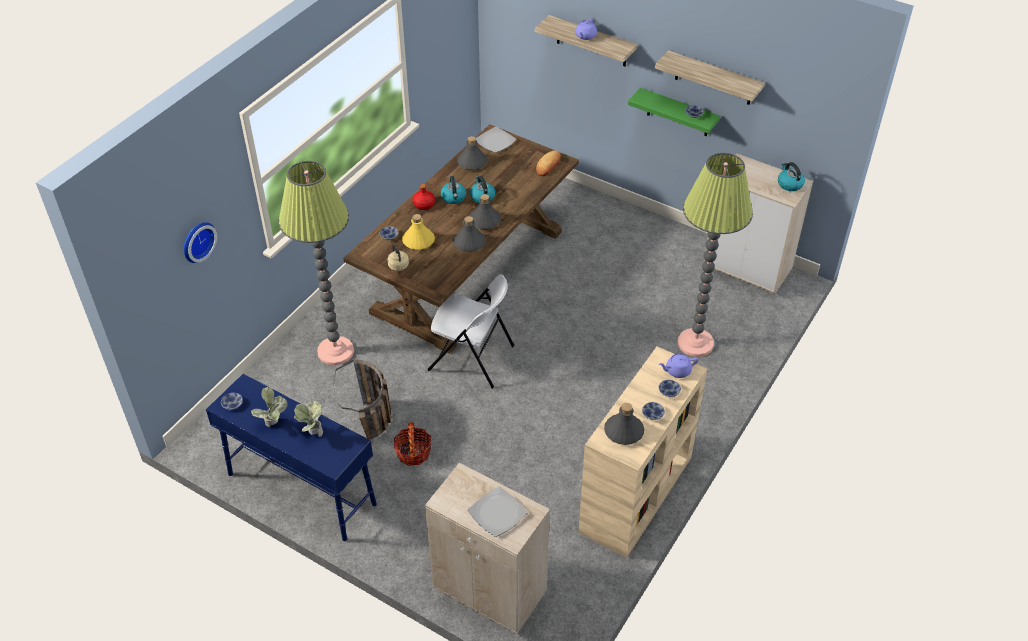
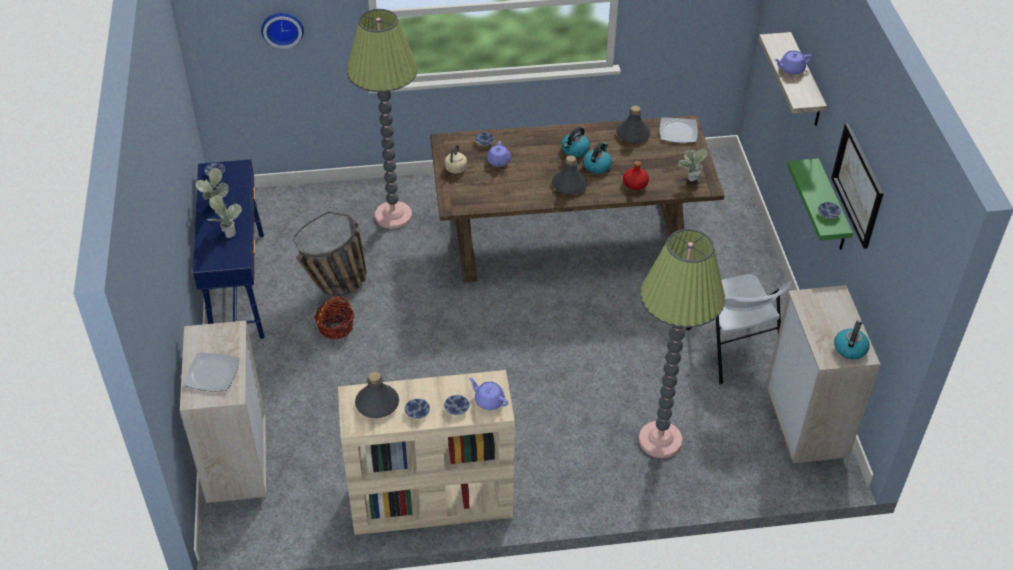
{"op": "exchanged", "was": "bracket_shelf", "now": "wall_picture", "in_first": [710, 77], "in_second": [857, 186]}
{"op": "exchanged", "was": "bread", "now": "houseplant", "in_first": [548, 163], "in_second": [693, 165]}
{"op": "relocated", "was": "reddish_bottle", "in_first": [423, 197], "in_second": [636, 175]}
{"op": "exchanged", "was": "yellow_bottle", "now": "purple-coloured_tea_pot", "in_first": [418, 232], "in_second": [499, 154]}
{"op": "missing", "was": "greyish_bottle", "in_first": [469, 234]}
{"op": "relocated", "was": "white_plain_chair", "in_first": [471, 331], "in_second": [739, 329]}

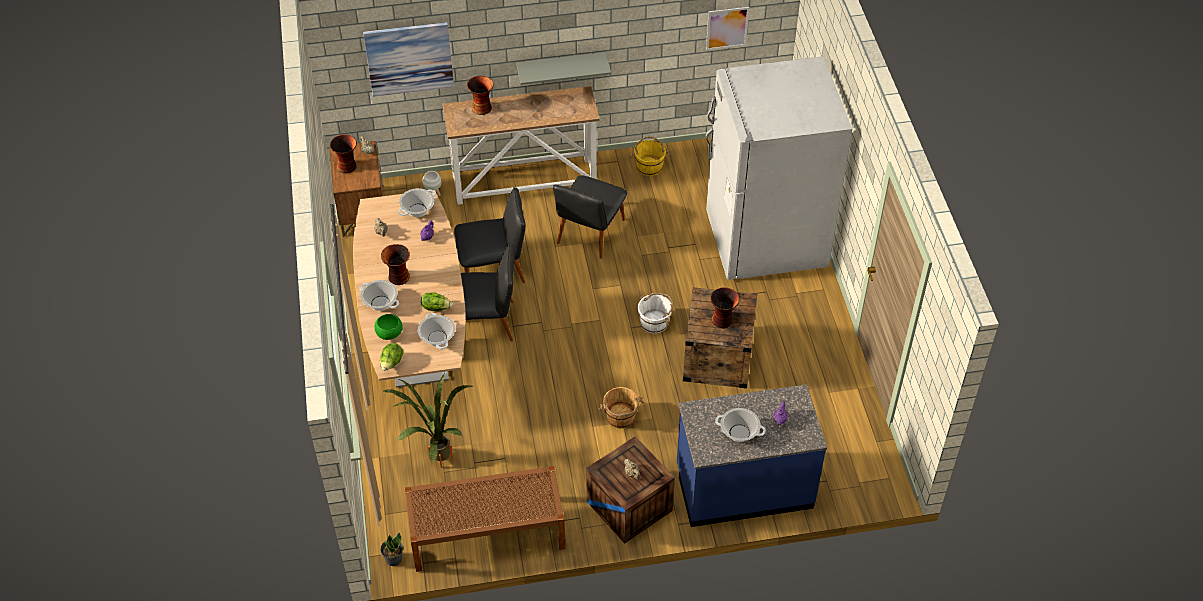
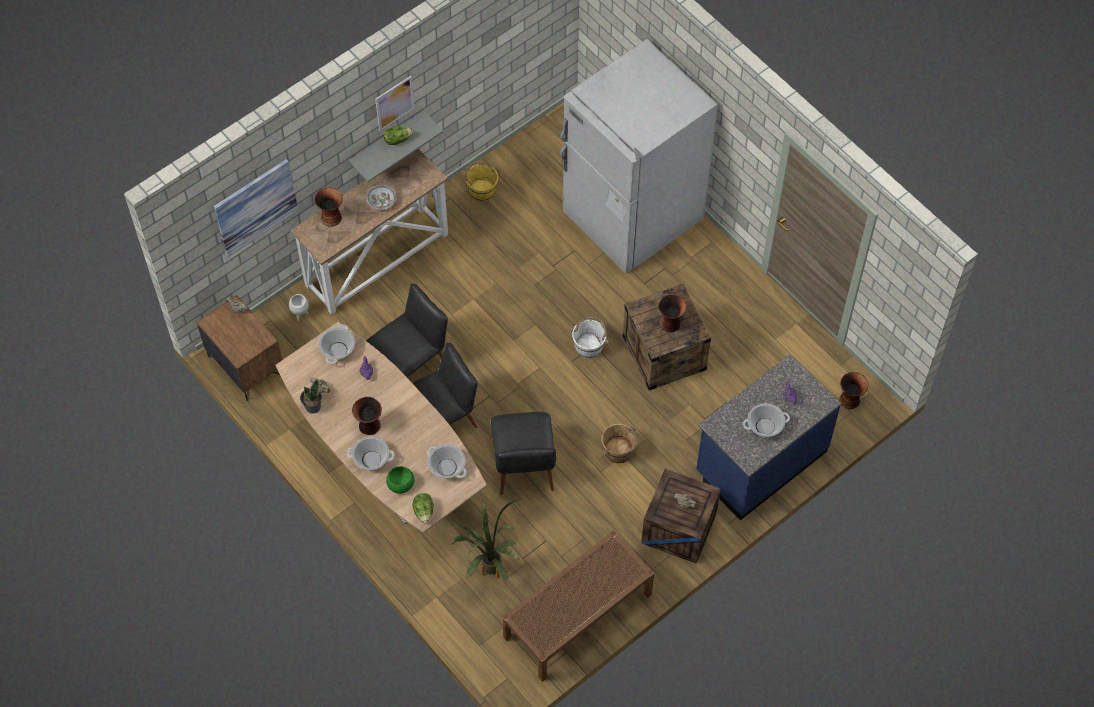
{"op": "relocated", "was": "wall_picture", "in_first": [728, 28], "in_second": [395, 103]}
{"op": "relocated", "was": "flower_vase", "in_first": [343, 153], "in_second": [853, 390]}
{"op": "relocated", "was": "black_plain_chair", "in_first": [590, 217], "in_second": [523, 453]}
{"op": "relocated", "was": "lettuce_head", "in_first": [436, 301], "in_second": [398, 135]}
{"op": "relocated", "was": "houseplant", "in_first": [391, 549], "in_second": [311, 396]}
{"op": "appeared", "now": "bowl", "in_second": [381, 197]}

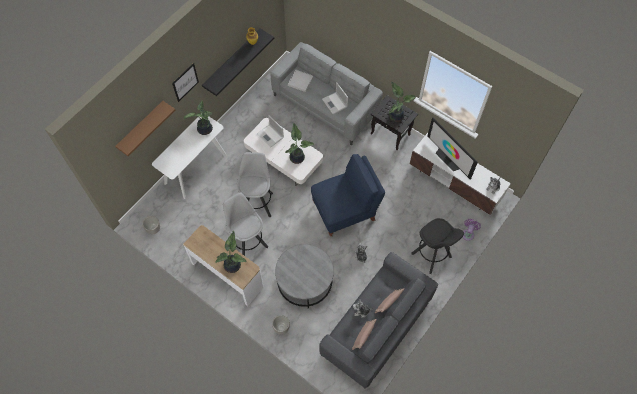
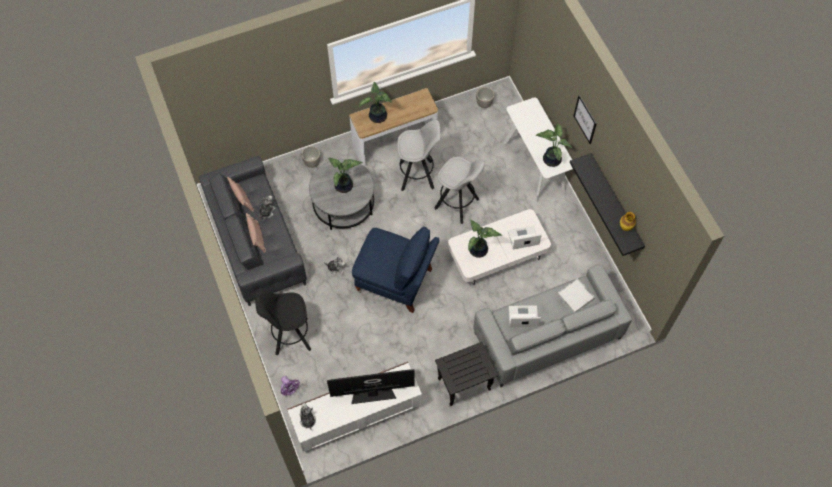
{"op": "relocated", "was": "houseplant", "in_first": [402, 102], "in_second": [345, 175]}
{"op": "missing", "was": "brown_bracket_shelf", "in_first": [145, 128]}
{"op": "spun", "was": "blue_lounge_chair", "in_first": [348, 195], "in_second": [396, 269], "clockwise": -75}

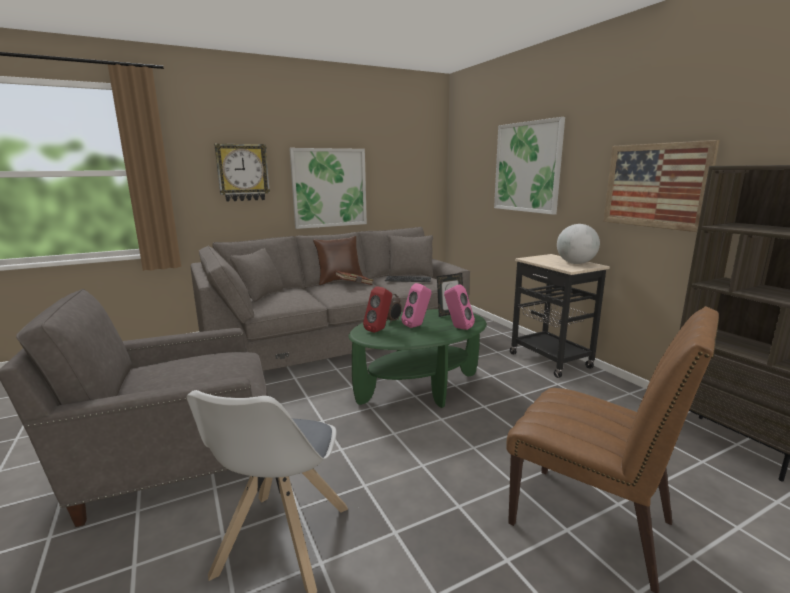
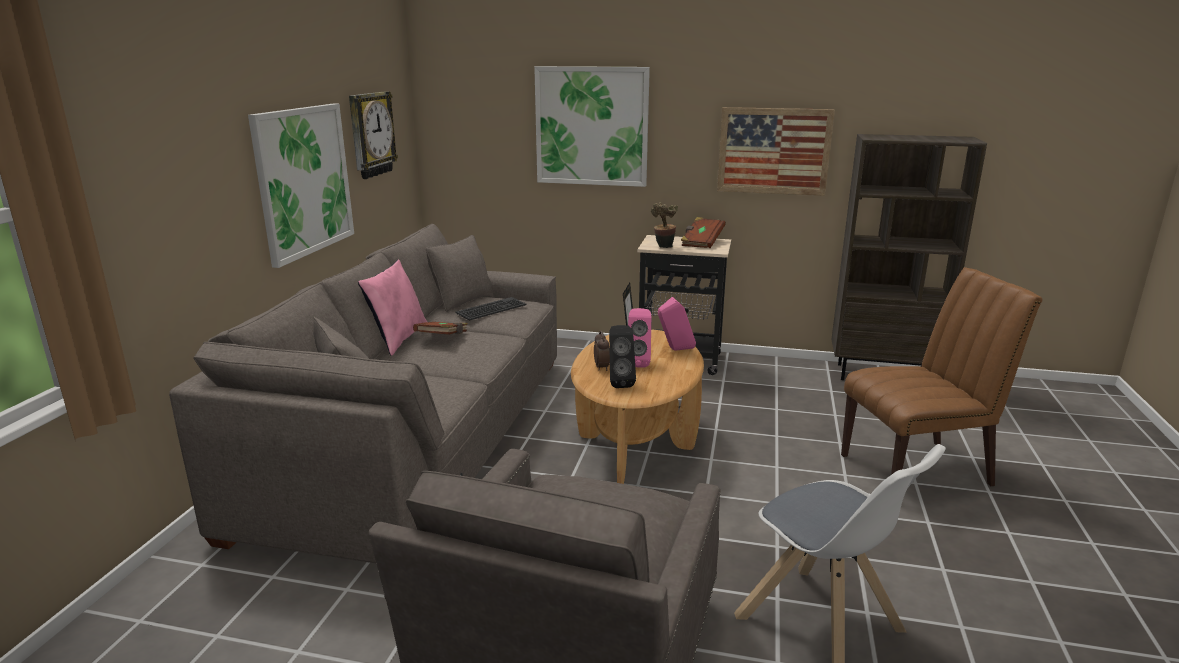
{"op": "relocated", "was": "clock_on_the_wall", "in_first": [242, 172], "in_second": [373, 135]}
{"op": "exchanged", "was": "globe", "now": "brown_bound_book", "in_first": [578, 244], "in_second": [703, 232]}
{"op": "colour", "was": "brown_cushion", "now": "pinkish_cushion", "in_first": [338, 260], "in_second": [392, 308]}
{"op": "colour", "was": "reddish_loudspeaker", "now": "black_loudspeaker", "in_first": [377, 309], "in_second": [622, 356]}
{"op": "colour", "was": "greenish_low_table", "now": "brown_low_table", "in_first": [418, 358], "in_second": [637, 406]}
{"op": "appeared", "now": "houseplant", "in_second": [664, 225]}

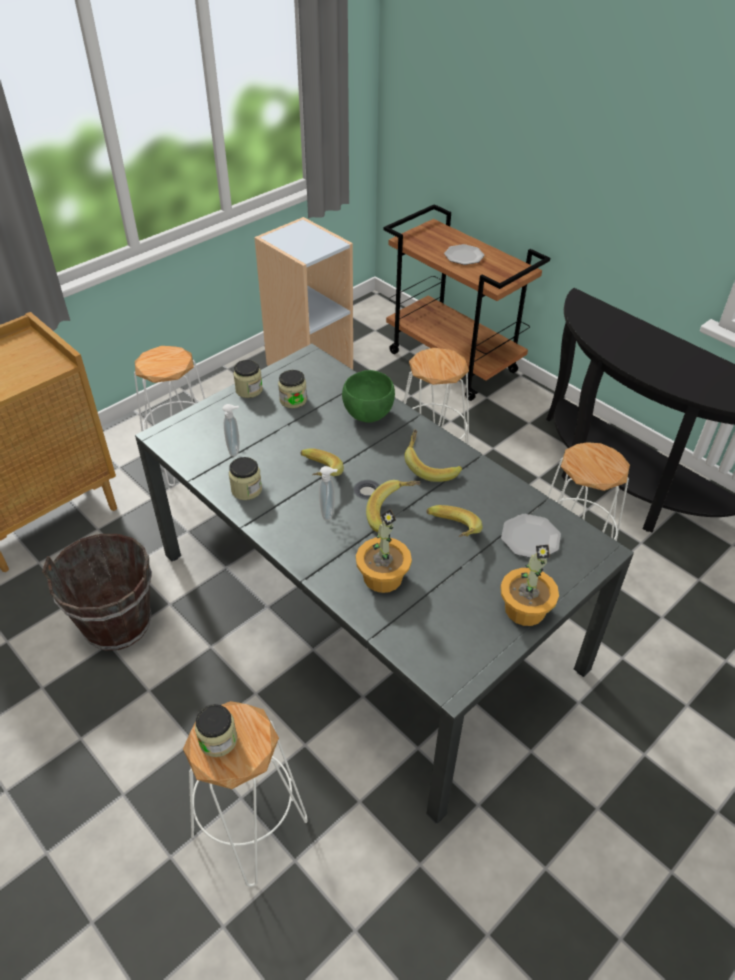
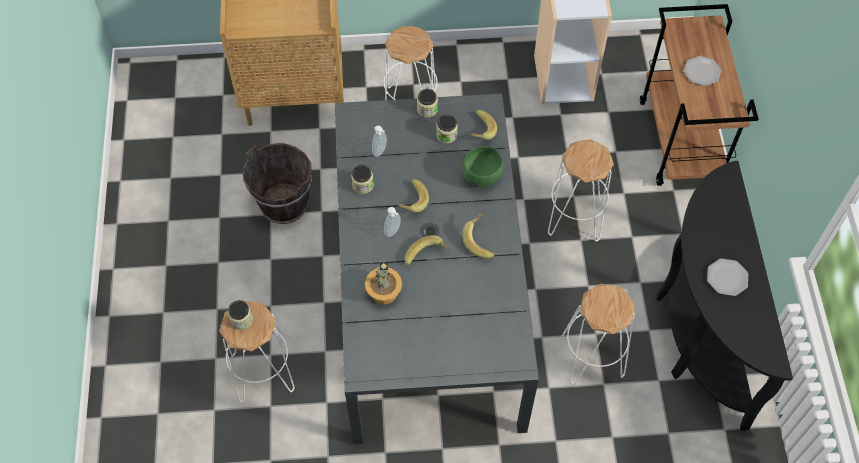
{"op": "relocated", "was": "whole_banana", "in_first": [455, 521], "in_second": [483, 125]}
{"op": "relocated", "was": "dinner_plate", "in_first": [531, 536], "in_second": [727, 277]}
{"op": "missing", "was": "houseplant", "in_first": [529, 585]}

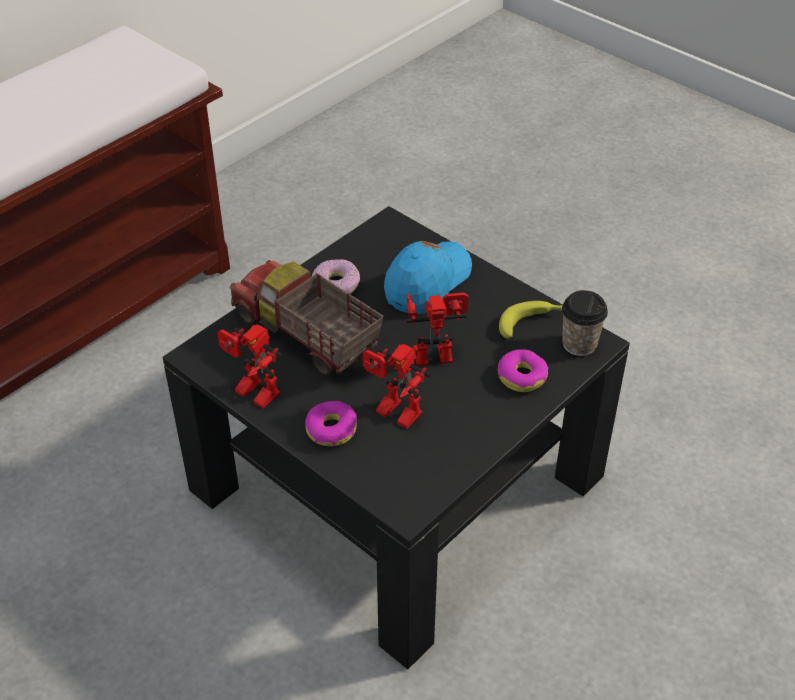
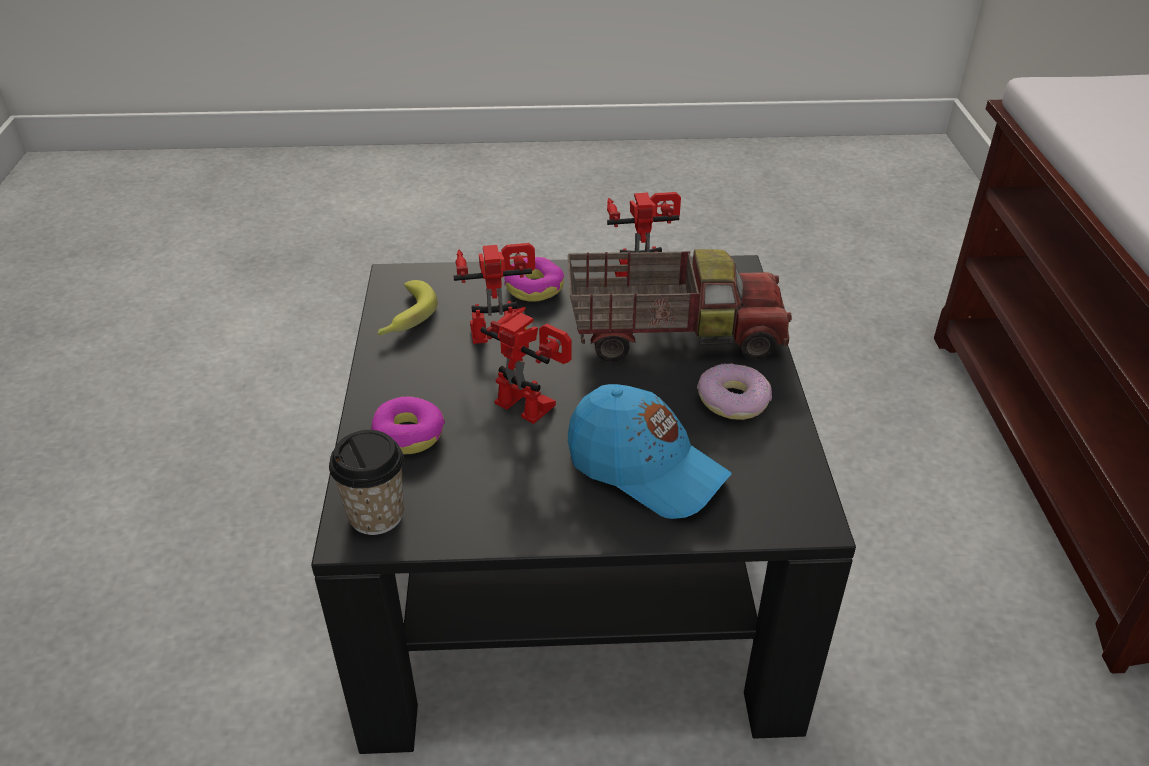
{"op": "spun", "was": "blue_cap", "in_first": [428, 278], "in_second": [649, 451], "clockwise": -45}
{"op": "spun", "was": "model_robot", "in_first": [437, 329], "in_second": [525, 365], "clockwise": -90}
{"op": "relocated", "was": "whole_banana", "in_first": [530, 319], "in_second": [408, 308]}

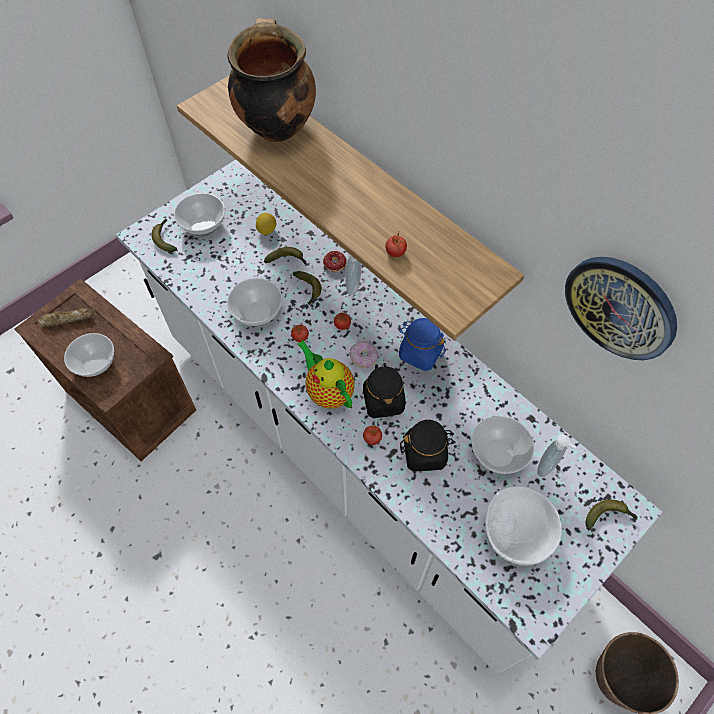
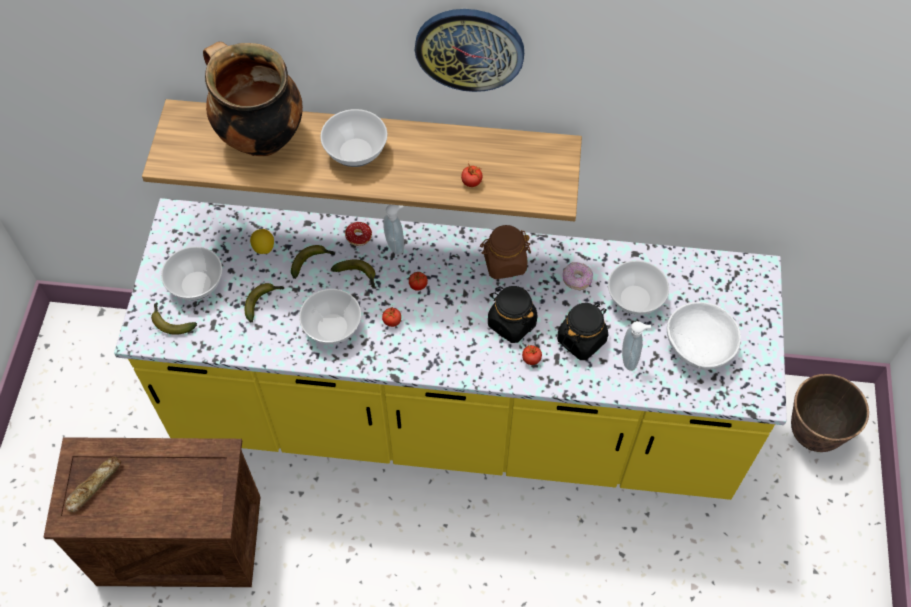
{"op": "colour", "was": "white_kitchen_counter", "now": "yellow_kitchen_counter", "in_first": [389, 417], "in_second": [450, 349]}
{"op": "relocated", "was": "clock_on_the_wall", "in_first": [621, 308], "in_second": [469, 50]}
{"op": "colour", "was": "blue_preserve_jar", "now": "brown_preserve_jar", "in_first": [422, 344], "in_second": [505, 252]}
{"op": "relocated", "was": "bowl", "in_first": [89, 355], "in_second": [353, 138]}
{"op": "missing", "was": "tea_pot", "in_first": [326, 374]}
{"op": "relocated", "was": "donut", "in_first": [363, 354], "in_second": [578, 276]}
{"op": "relocated", "was": "soap_dispenser", "in_first": [556, 455], "in_second": [636, 346]}
{"op": "relocated", "was": "whole_banana", "in_first": [612, 515], "in_second": [264, 302]}

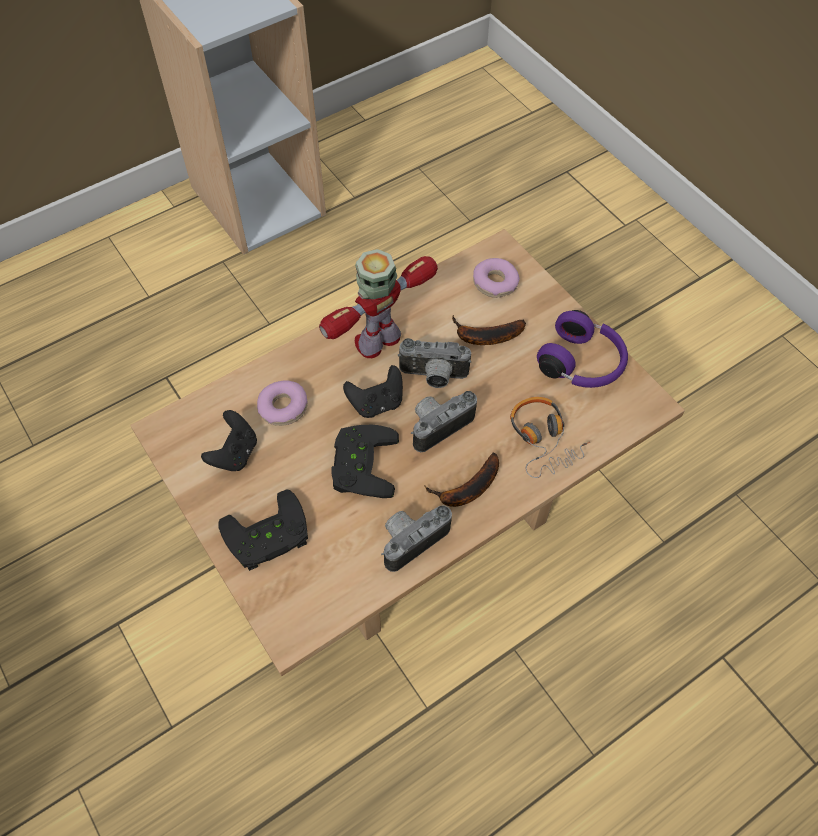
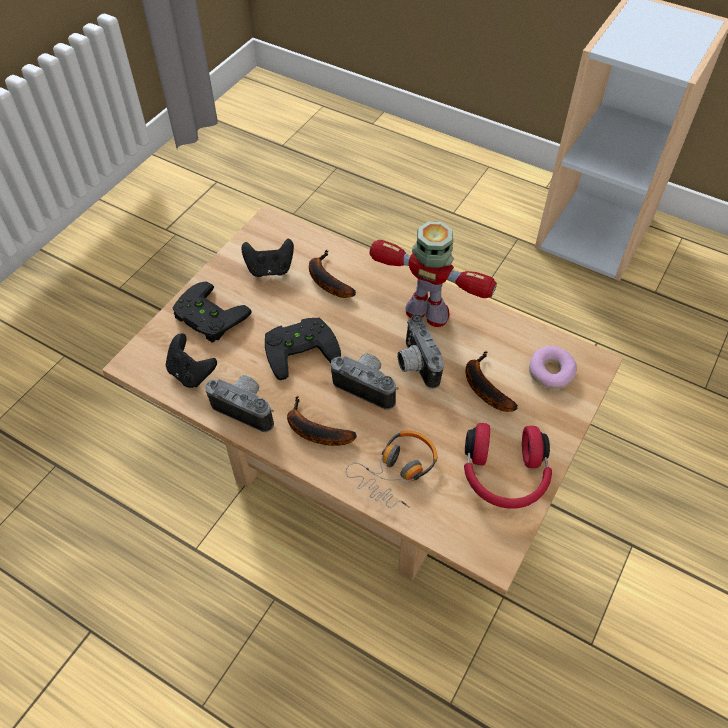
{"op": "colour", "was": "purple-coloured_headphones", "now": "reddish_headphones", "in_first": [582, 349], "in_second": [508, 466]}
{"op": "relocated", "was": "black_game_controller", "in_first": [373, 391], "in_second": [191, 360]}
{"op": "exchanged", "was": "donut", "now": "whole_banana", "in_first": [282, 403], "in_second": [332, 274]}

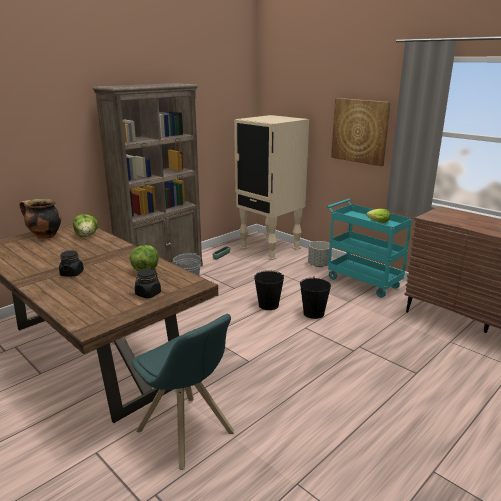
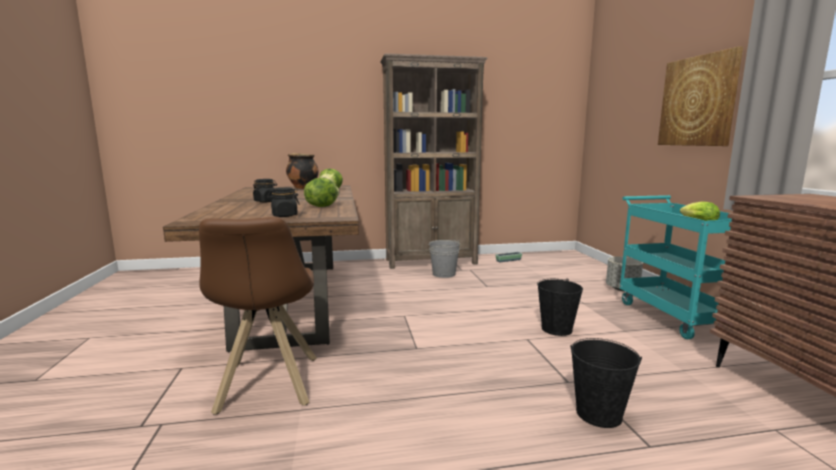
{"op": "missing", "was": "beige_storage_cabinet", "in_first": [271, 187]}
{"op": "relocated", "was": "black_water_bucket", "in_first": [269, 290], "in_second": [606, 383]}
{"op": "colour", "was": "blue-green_plain_chair", "now": "brown_plain_chair", "in_first": [183, 392], "in_second": [258, 316]}

